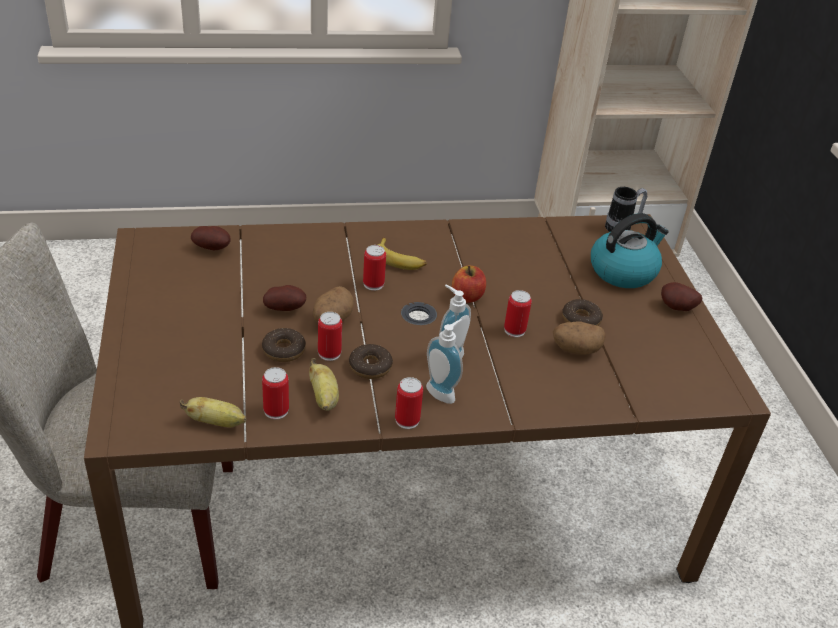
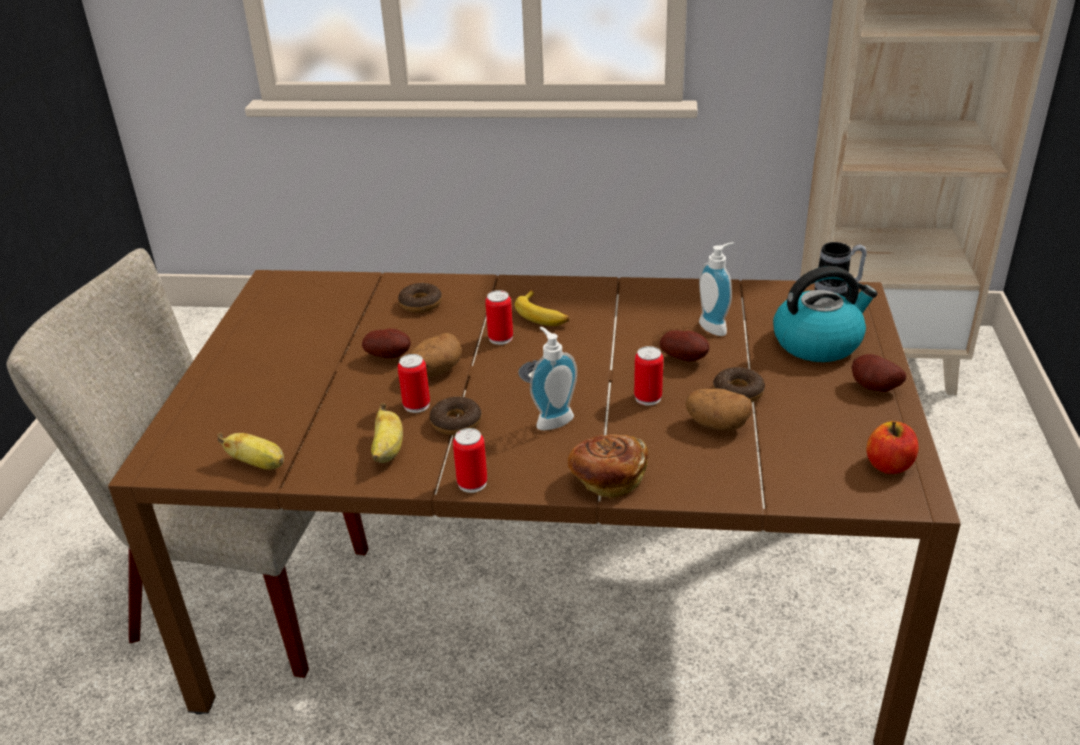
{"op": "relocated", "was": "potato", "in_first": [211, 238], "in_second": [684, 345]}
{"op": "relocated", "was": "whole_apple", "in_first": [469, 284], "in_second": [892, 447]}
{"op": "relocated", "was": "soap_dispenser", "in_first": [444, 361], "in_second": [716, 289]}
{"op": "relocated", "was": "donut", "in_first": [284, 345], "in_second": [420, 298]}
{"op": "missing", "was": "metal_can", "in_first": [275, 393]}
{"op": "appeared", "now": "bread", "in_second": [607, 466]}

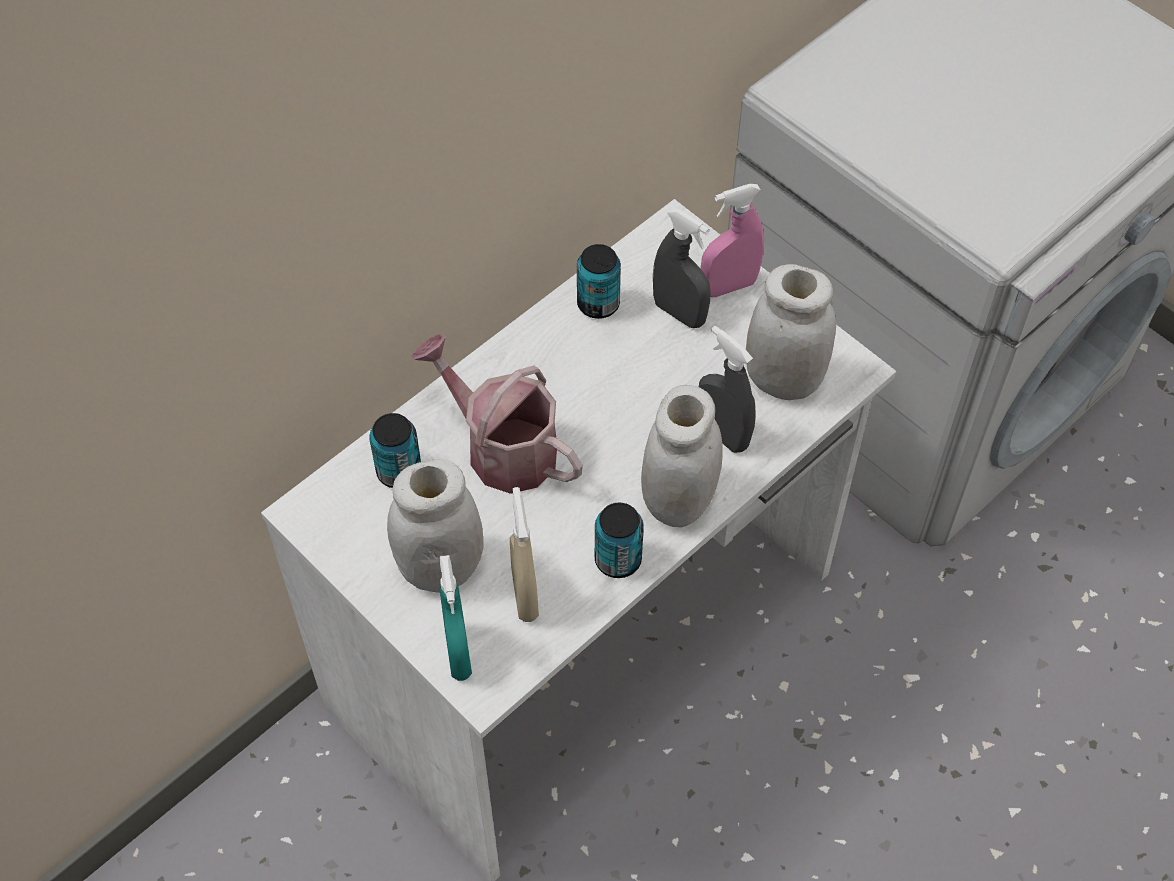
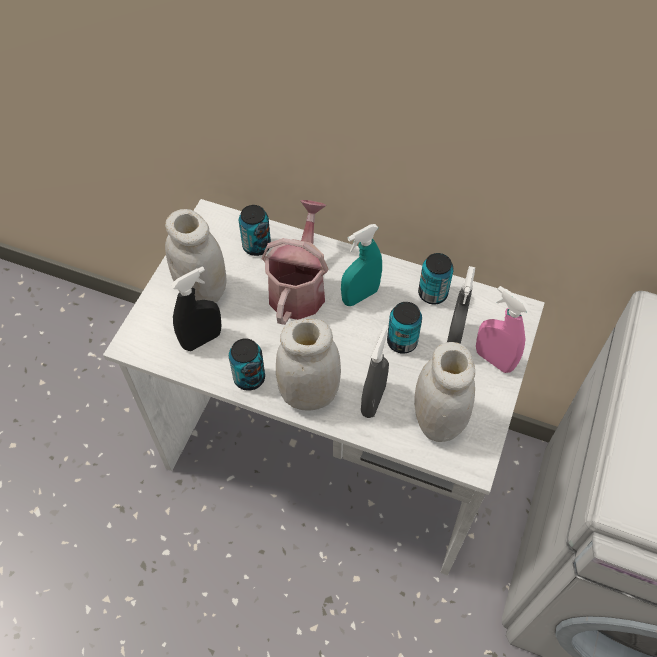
{"op": "colour", "was": "beige_spray_bottle", "now": "black_spray_bottle", "in_first": [524, 554], "in_second": [196, 308]}
{"op": "relocated", "was": "blue-green_spray_bottle", "in_first": [456, 618], "in_second": [361, 265]}
{"op": "appeared", "now": "metal_can", "in_second": [404, 328]}

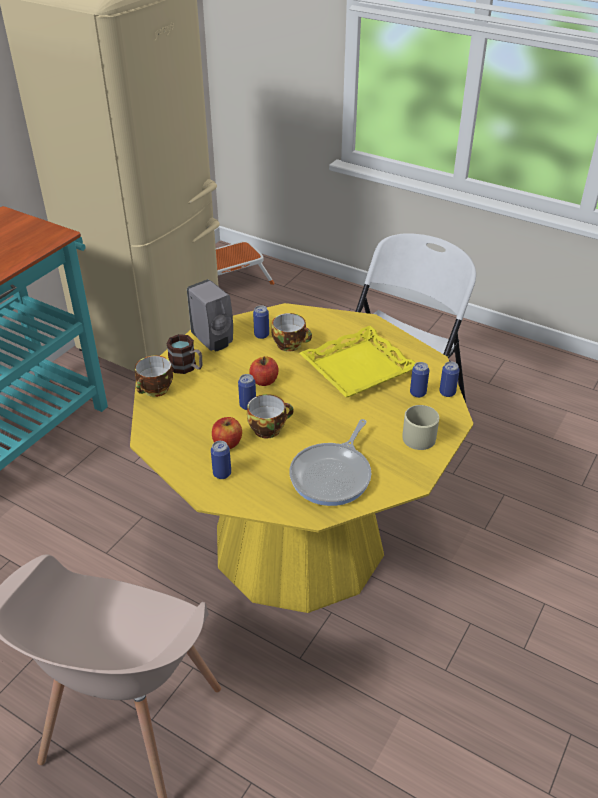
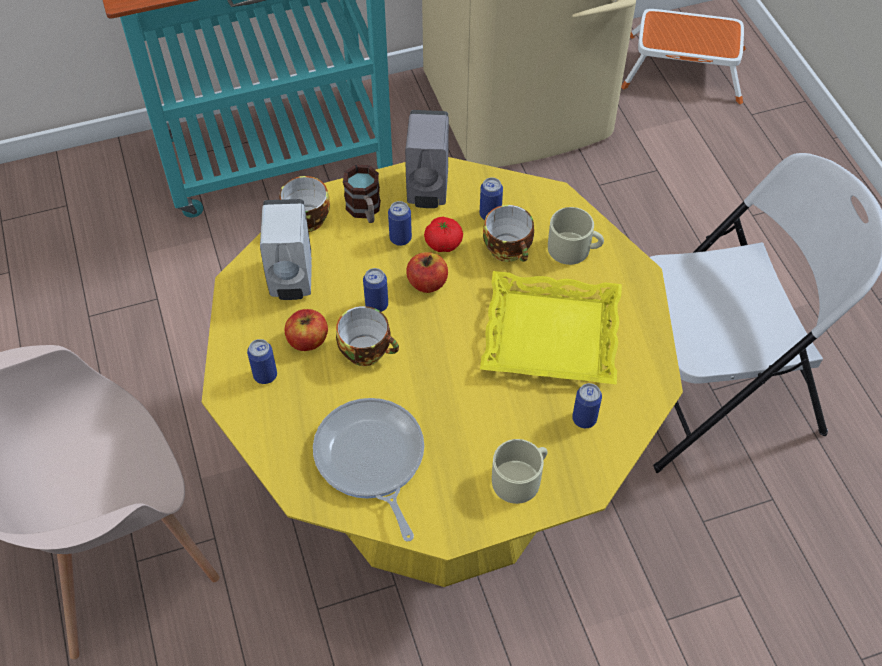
{"op": "relocated", "was": "metal_can", "in_first": [449, 379], "in_second": [400, 223]}
{"op": "spun", "was": "skillet", "in_first": [330, 462], "in_second": [368, 470], "clockwise": 90}
{"op": "appeared", "now": "white_soap_dispenser", "in_second": [286, 249]}
{"op": "appeared", "now": "beige_tea_mug", "in_second": [576, 236]}
{"op": "appeared", "now": "tomato", "in_second": [443, 234]}

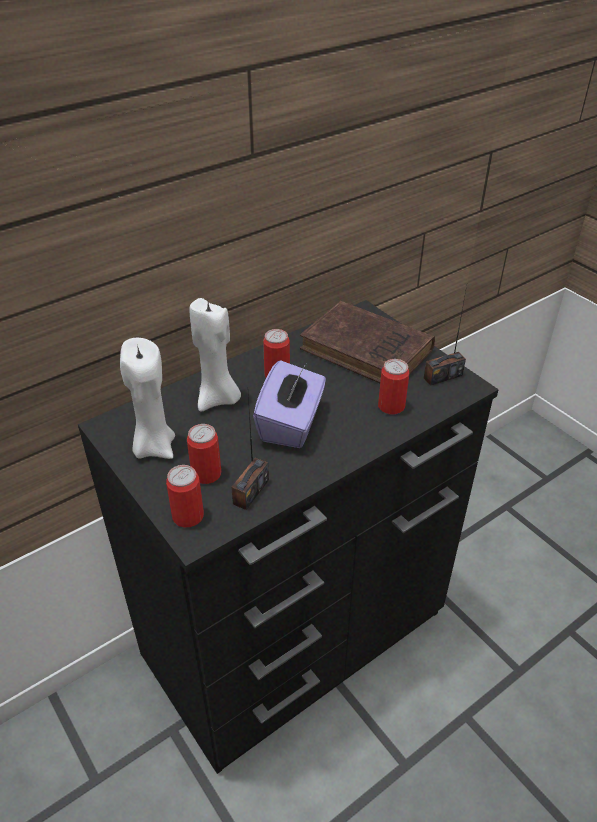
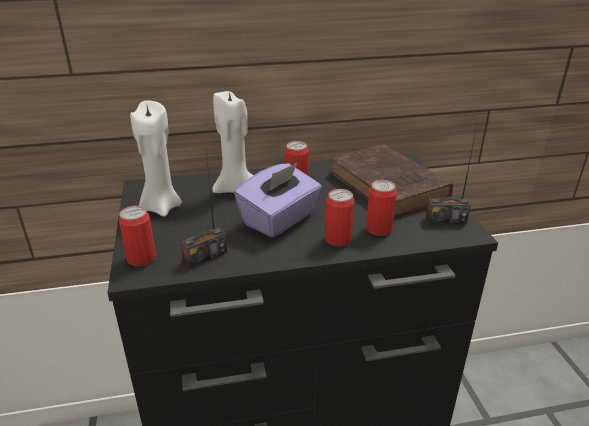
{"op": "relocated", "was": "metal_can", "in_first": [204, 454], "in_second": [339, 218]}

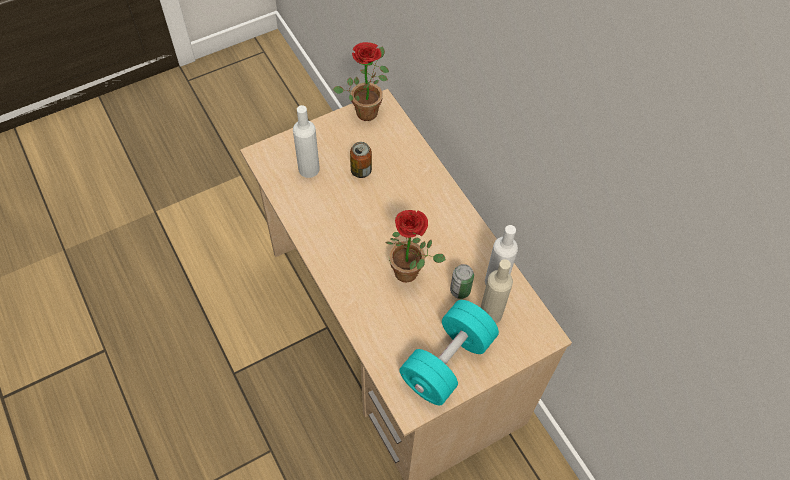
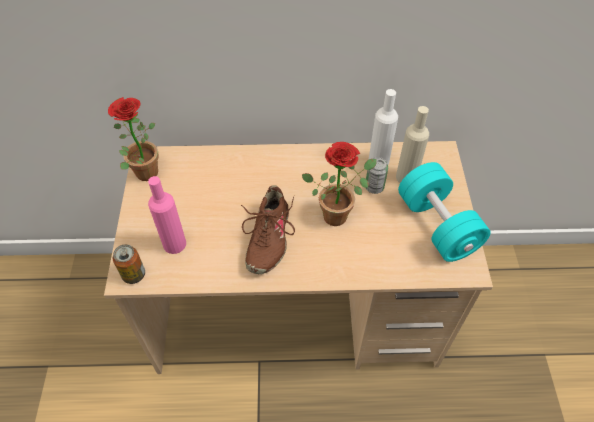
{"op": "colour", "was": "white_bottle", "now": "pinkish_bottle", "in_first": [306, 141], "in_second": [167, 215]}
{"op": "relocated", "was": "metal_can", "in_first": [361, 160], "in_second": [129, 264]}
{"op": "appeared", "now": "brown_shoe", "in_second": [268, 229]}

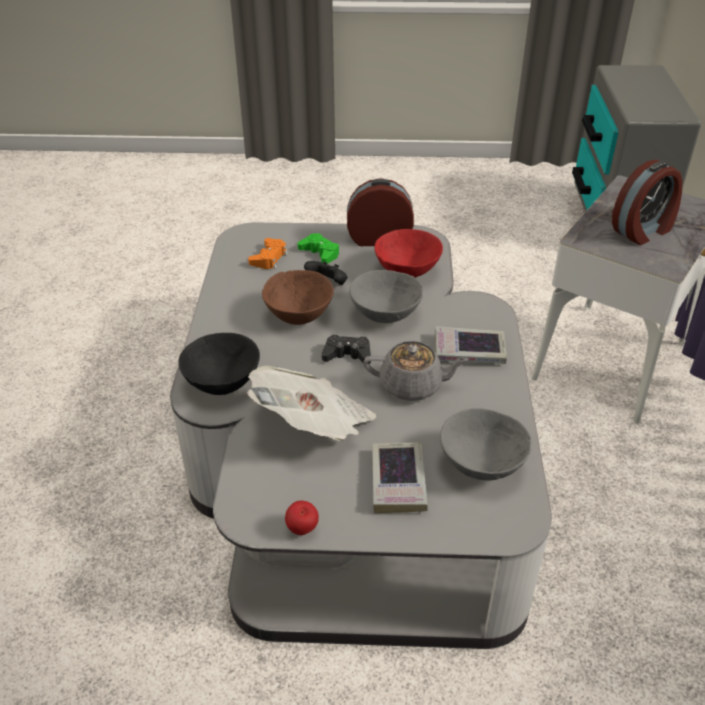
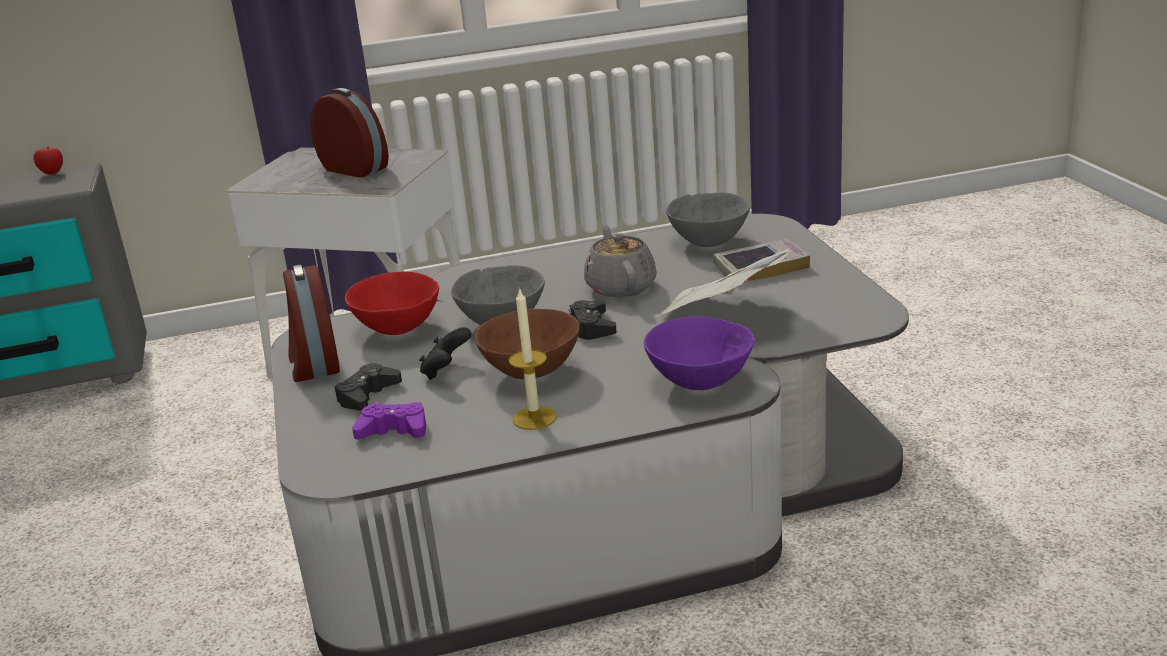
{"op": "colour", "was": "greenish_game_controller", "now": "black_game_controller", "in_first": [319, 248], "in_second": [368, 387]}
{"op": "colour", "was": "orangey_game_controller", "now": "purple-coloured_game_controller", "in_first": [267, 253], "in_second": [389, 420]}
{"op": "missing", "was": "bound_book", "in_first": [471, 345]}
{"op": "colour", "was": "black_bowl", "now": "purple-coloured_bowl", "in_first": [219, 364], "in_second": [699, 353]}
{"op": "relocated", "was": "whole_apple", "in_first": [302, 518], "in_second": [48, 160]}
{"op": "appeared", "now": "wax_light", "in_second": [533, 358]}

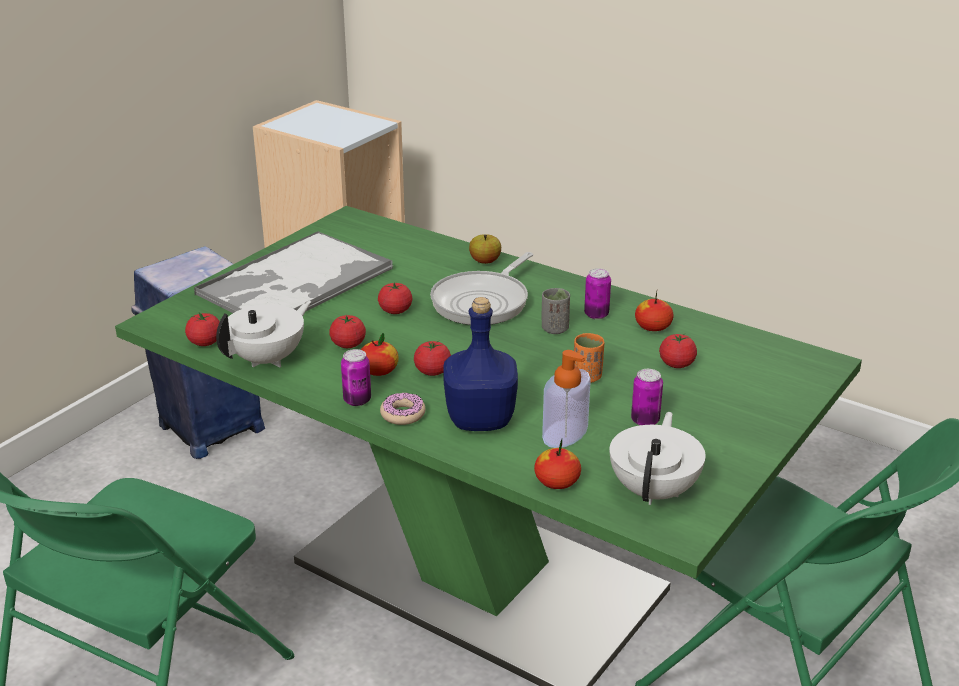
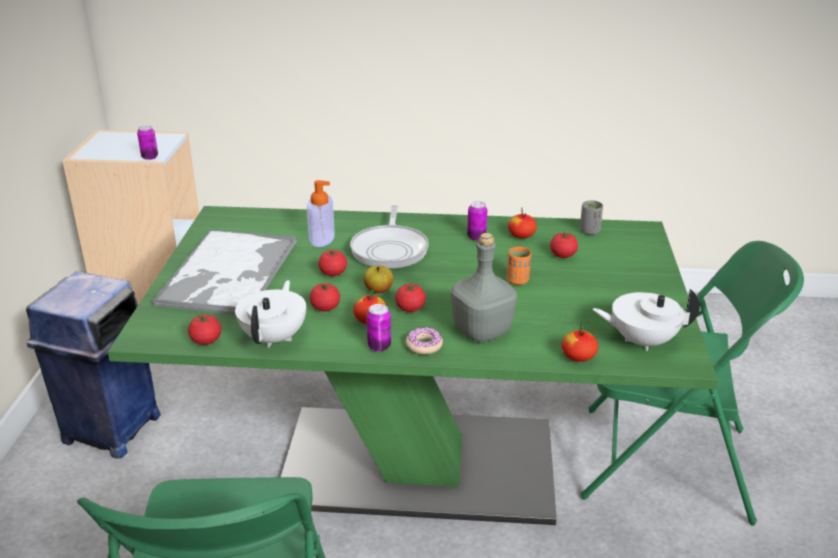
{"op": "relocated", "was": "whole_apple", "in_first": [485, 249], "in_second": [378, 279]}
{"op": "relocated", "was": "greyish_drinking_cup", "in_first": [556, 311], "in_second": [591, 217]}
{"op": "colour", "was": "blue_bottle", "now": "greyish_bottle", "in_first": [480, 364], "in_second": [484, 287]}
{"op": "relocated", "was": "soap_dispenser", "in_first": [566, 399], "in_second": [321, 213]}
{"op": "relocated", "was": "metal_can", "in_first": [647, 397], "in_second": [147, 142]}
{"op": "spun", "was": "white_tea_pot", "in_first": [657, 458], "in_second": [646, 320], "clockwise": -75}

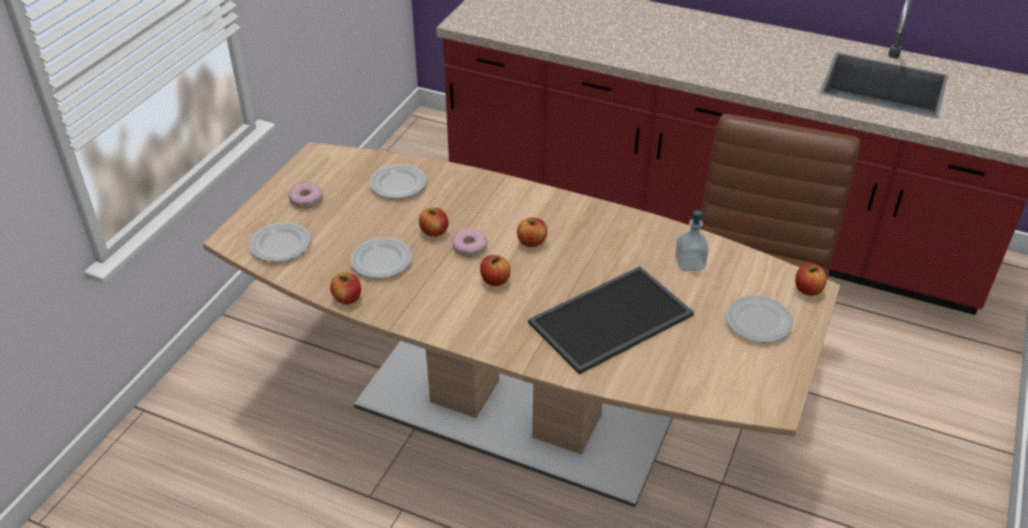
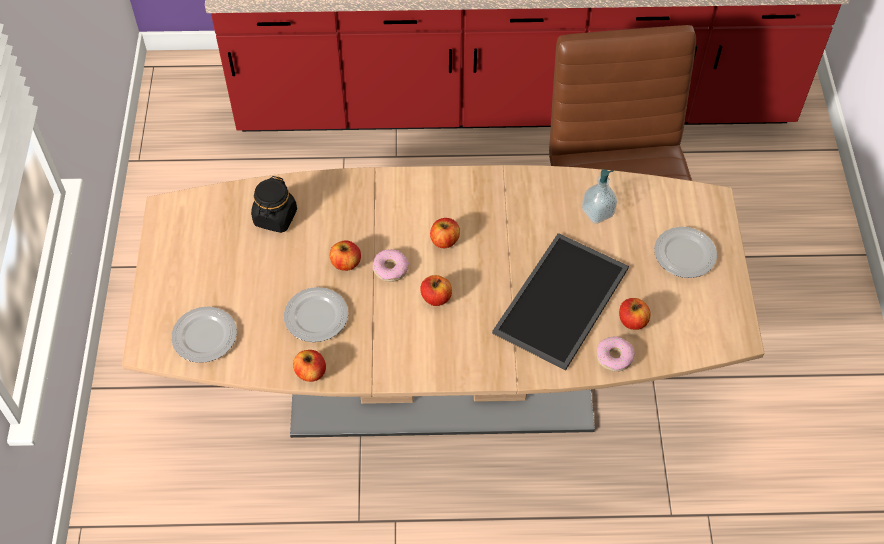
{"op": "exchanged", "was": "dinner_plate", "now": "black_preserve_jar", "in_first": [398, 181], "in_second": [274, 204]}
{"op": "relocated", "was": "donut", "in_first": [305, 195], "in_second": [615, 354]}
{"op": "relocated", "was": "whole_apple", "in_first": [811, 279], "in_second": [635, 314]}

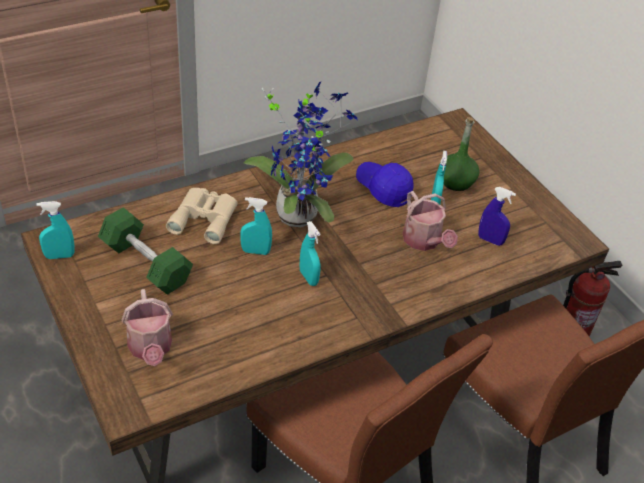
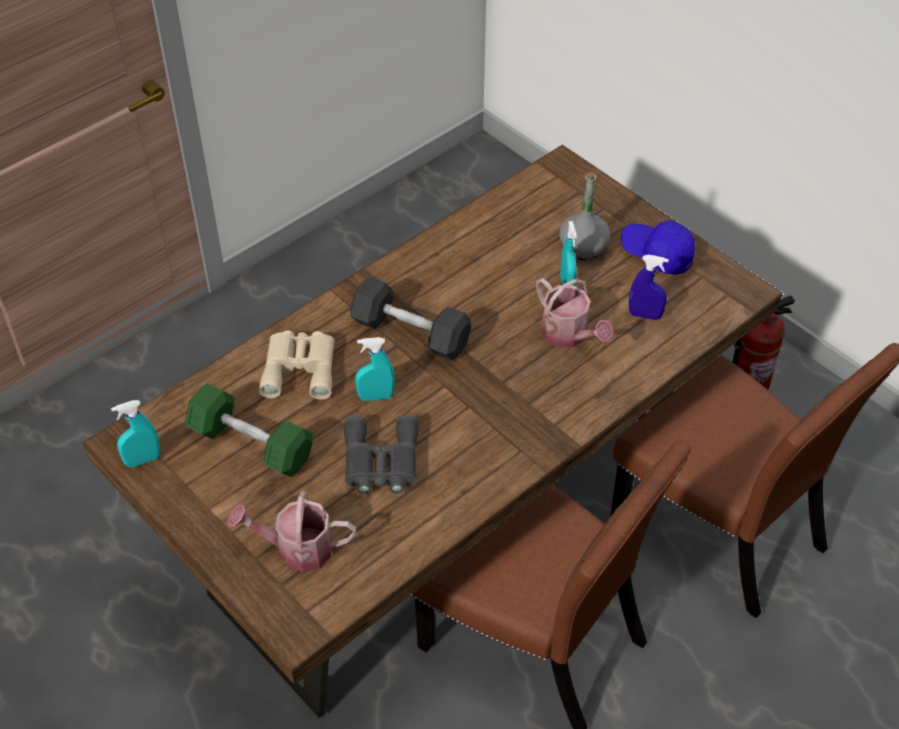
{"op": "exchanged", "was": "houseplant", "now": "greyish_dumbbell", "in_first": [301, 154], "in_second": [411, 318]}
{"op": "colour", "was": "greenish_bottle", "now": "greyish_bottle", "in_first": [458, 154], "in_second": [584, 216]}
{"op": "relocated", "was": "blue_cap", "in_first": [385, 184], "in_second": [658, 247]}
{"op": "missing", "was": "blue-green_spray_bottle", "in_first": [310, 253]}
{"op": "spun", "was": "sprinkling_can", "in_first": [147, 327], "in_second": [292, 531], "clockwise": 120}
{"op": "appeared", "now": "greyish_pair_of_binoculars", "in_second": [381, 454]}

